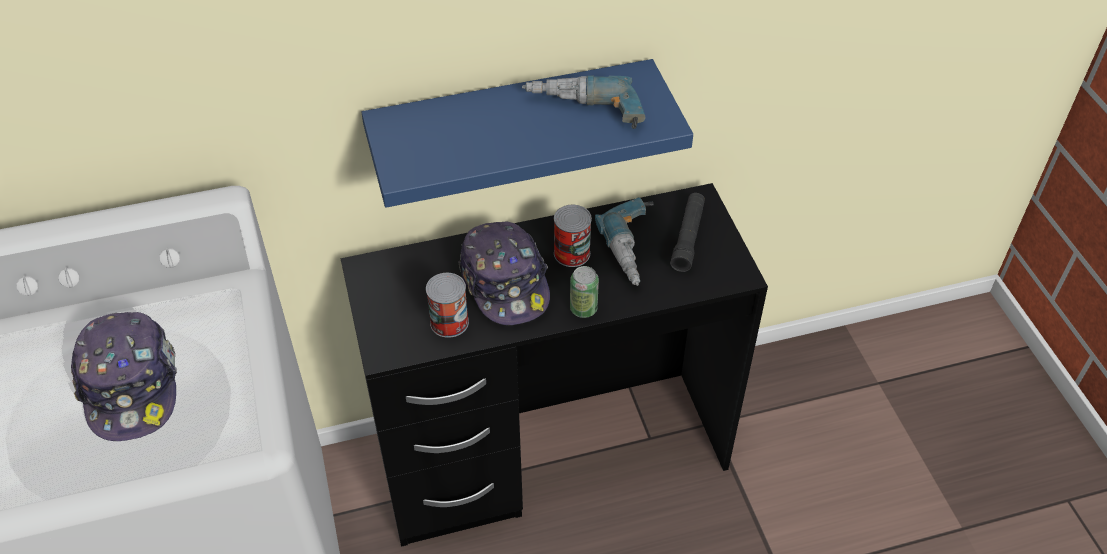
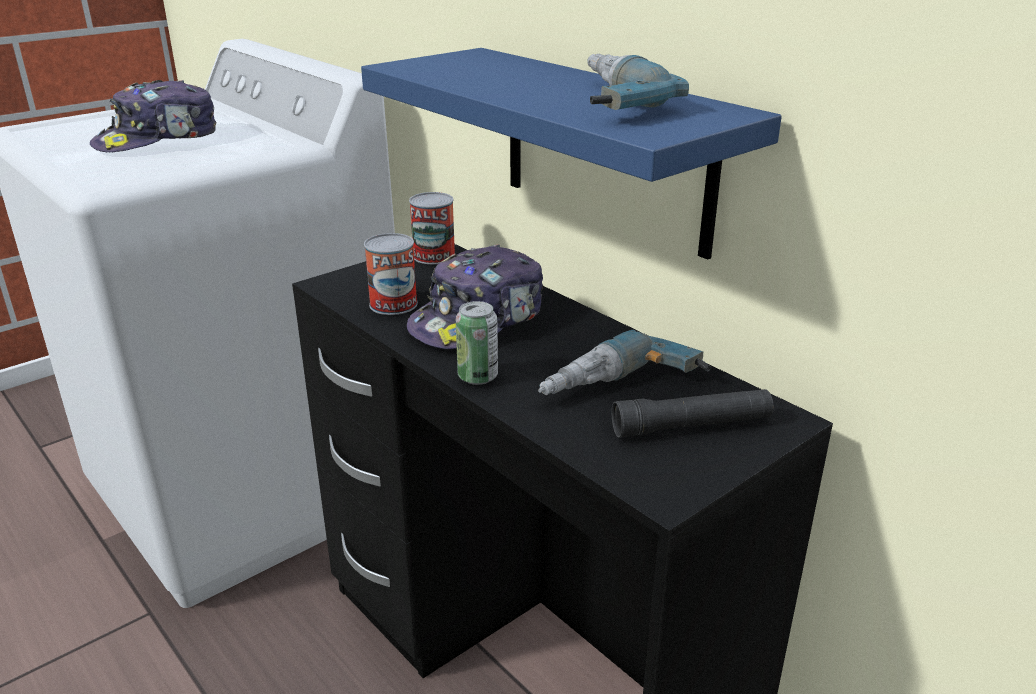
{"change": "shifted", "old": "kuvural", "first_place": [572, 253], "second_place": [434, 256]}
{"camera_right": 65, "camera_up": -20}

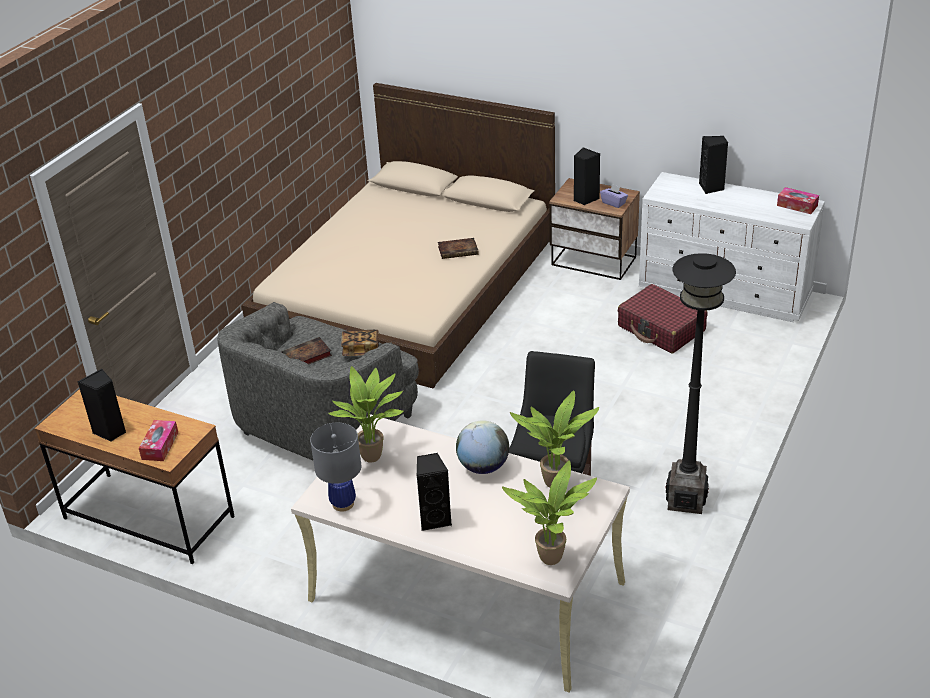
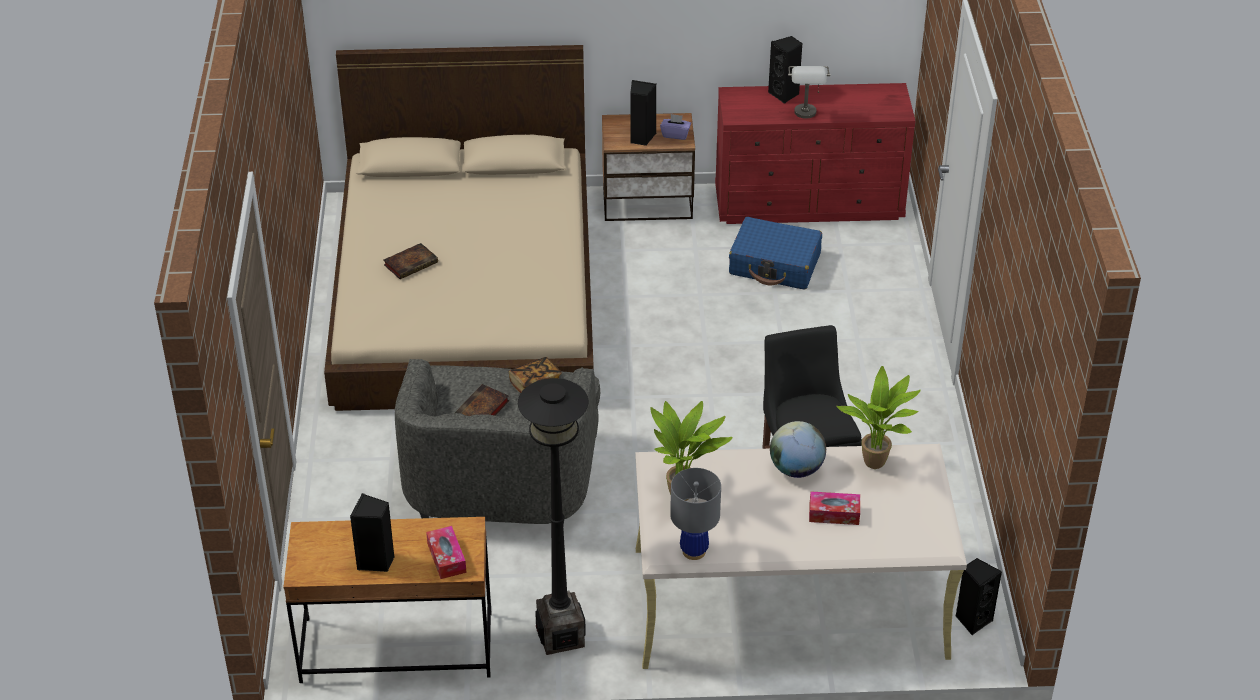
{"change": "shifted", "old": "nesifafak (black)", "first_place": [434, 519], "second_place": [972, 620]}
{"change": "shifted", "old": "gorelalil", "first_place": [459, 250], "second_place": [411, 263]}
{"change": "gone", "old": "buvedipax", "first_place": [552, 561]}
{"change": "repainted", "old": "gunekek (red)", "new": "gunekek (blue)", "first_place": [661, 329], "second_place": [775, 264]}
{"change": "repainted", "old": "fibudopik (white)", "new": "fibudopik (red)", "first_place": [725, 292], "second_place": [810, 203]}
{"change": "shifted", "old": "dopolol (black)", "first_place": [685, 500], "second_place": [560, 636]}
{"change": "shifted", "old": "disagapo", "first_place": [797, 205], "second_place": [834, 514]}
{"change": "new", "new": "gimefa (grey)", "second_place": [806, 116]}
{"camera_right": -30, "camera_up": 5}

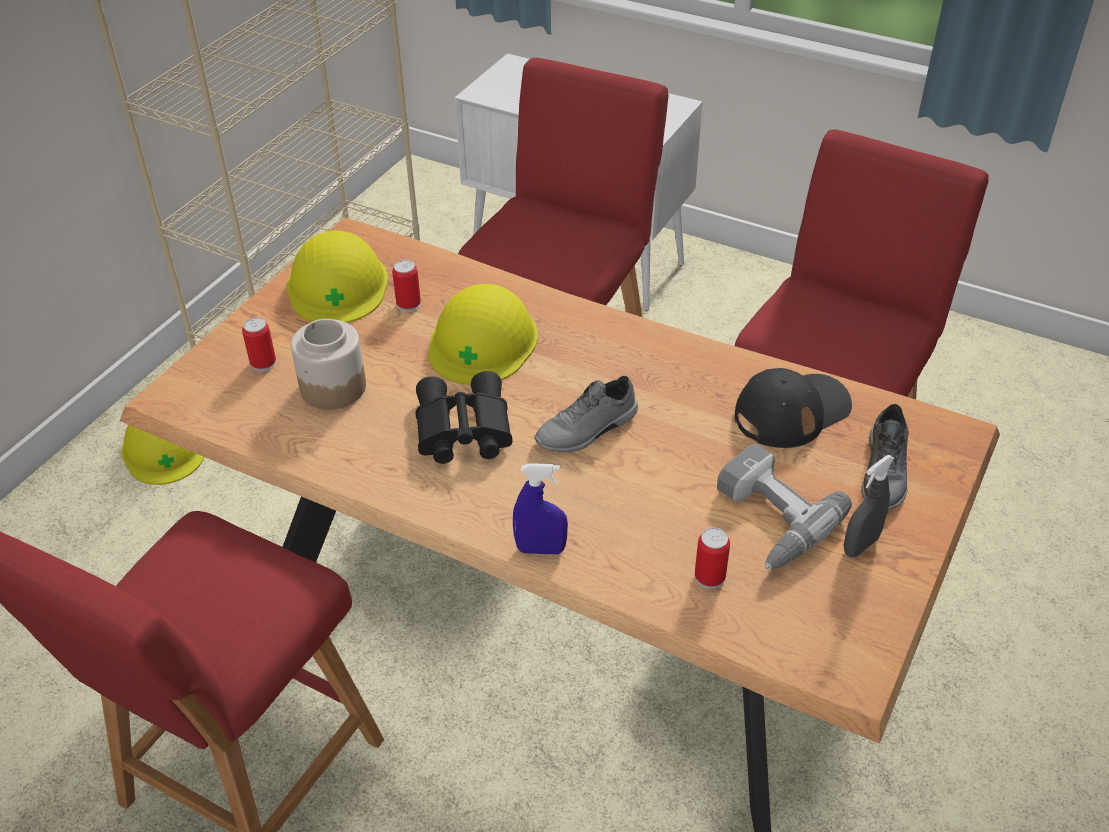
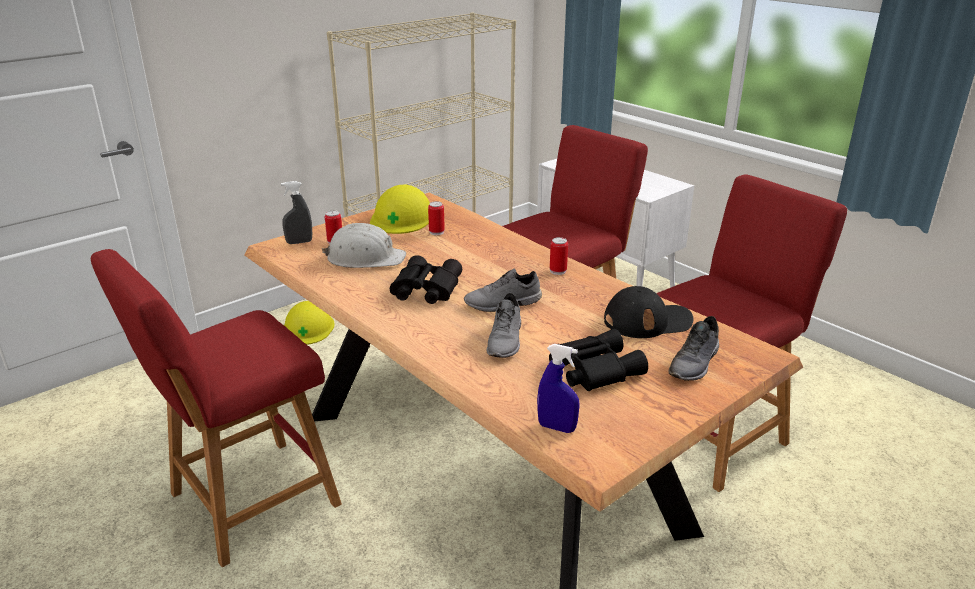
{"change": "swapped", "old": "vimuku", "new": "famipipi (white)", "first_place": [332, 387], "second_place": [365, 258]}
{"change": "gone", "old": "famipipi (yellow)", "first_place": [483, 341]}
{"change": "shifted", "old": "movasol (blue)", "first_place": [540, 549], "second_place": [556, 427]}
{"change": "shifted", "old": "kuvural", "first_place": [709, 577], "second_place": [558, 271]}
{"change": "swapped", "old": "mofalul", "new": "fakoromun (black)", "first_place": [767, 519], "second_place": [592, 369]}
{"change": "shifted", "old": "movasol (grey)", "first_place": [860, 545], "second_place": [299, 242]}
{"change": "new", "new": "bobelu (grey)", "second_place": [506, 340]}
{"camera_right": 20, "camera_up": -15}

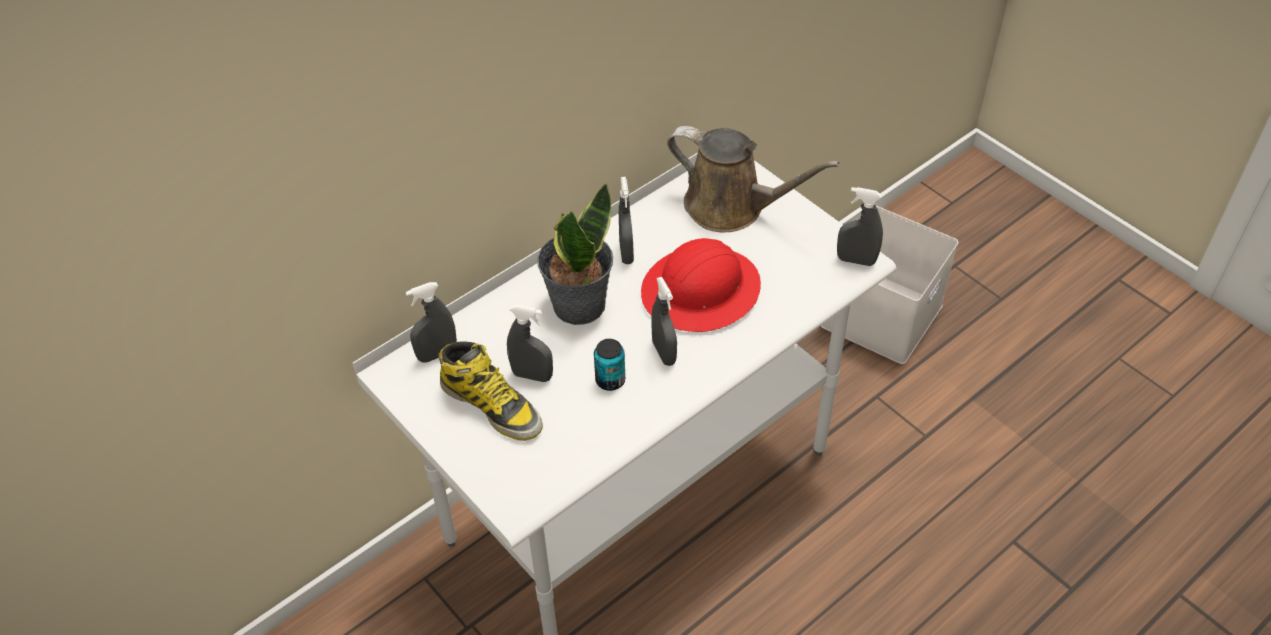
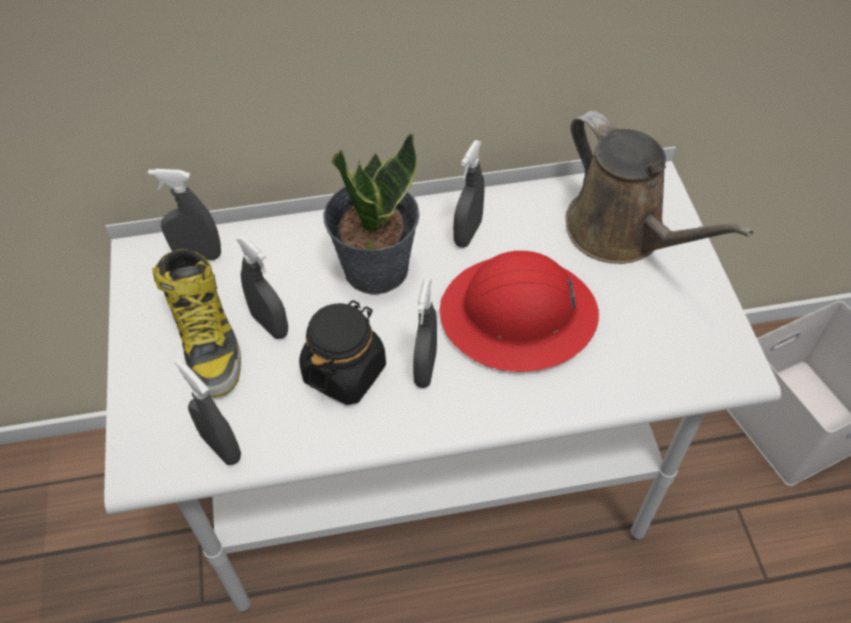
{"change": "swapped", "old": "kuvural", "new": "vimuku (black)", "first_place": [610, 380], "second_place": [344, 371]}
{"change": "shifted", "old": "movasol (grey)", "first_place": [856, 260], "second_place": [221, 447]}
{"camera_right": 30, "camera_up": 5}

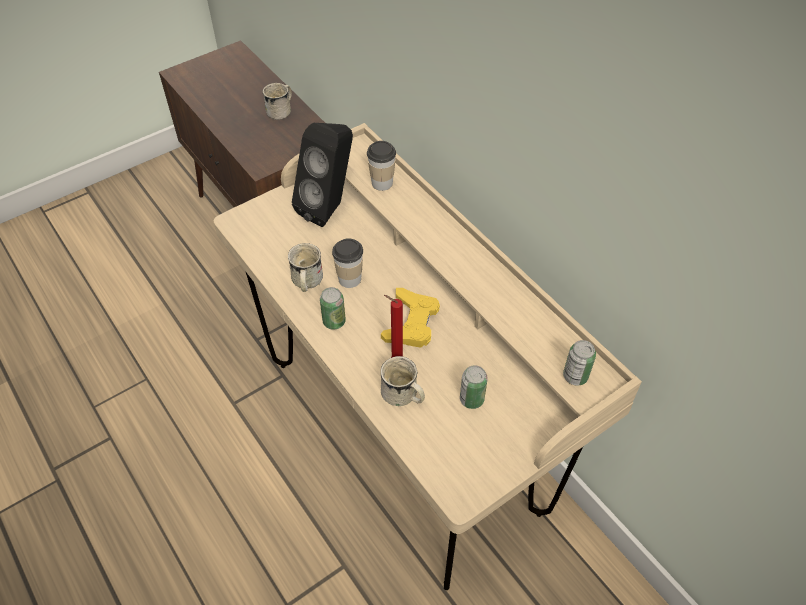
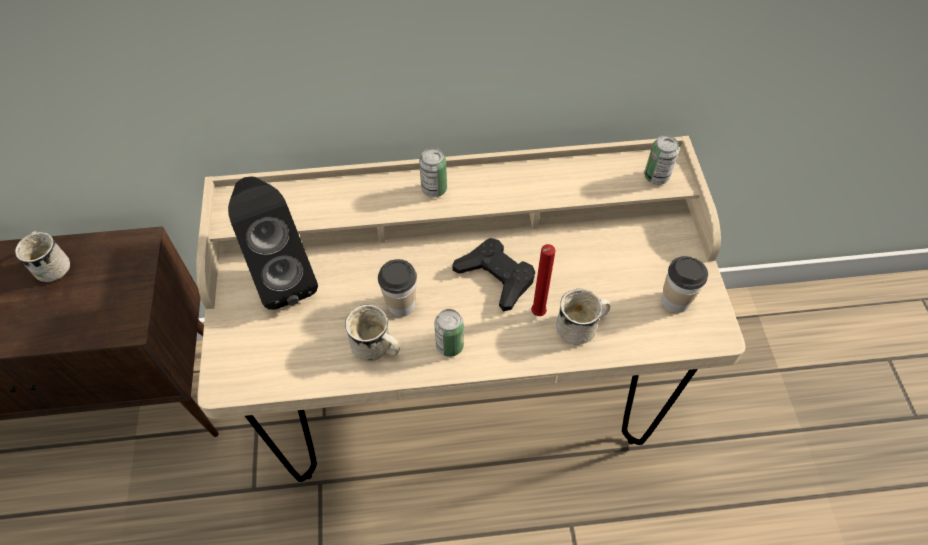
{"change": "shifted", "old": "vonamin", "first_place": [382, 183], "second_place": [675, 301]}
{"change": "repainted", "old": "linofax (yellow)", "new": "linofax (black)", "first_place": [411, 323], "second_place": [496, 277]}
{"change": "shifted", "old": "kuvural", "first_place": [471, 399], "second_place": [434, 189]}
{"camera_right": -60, "camera_up": 5}

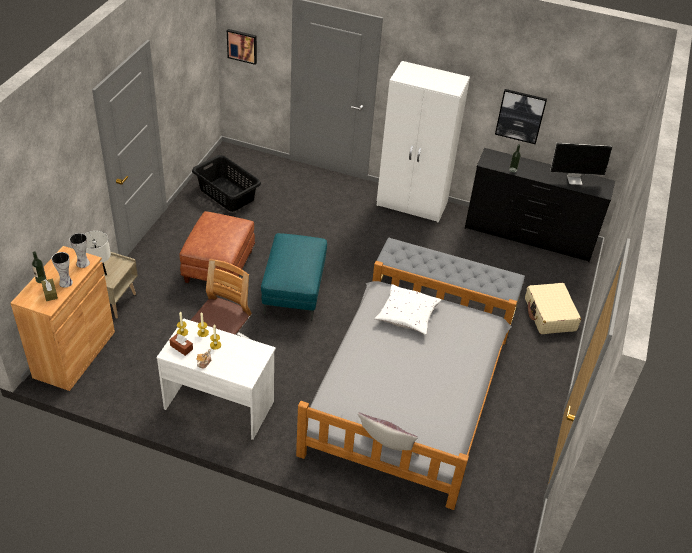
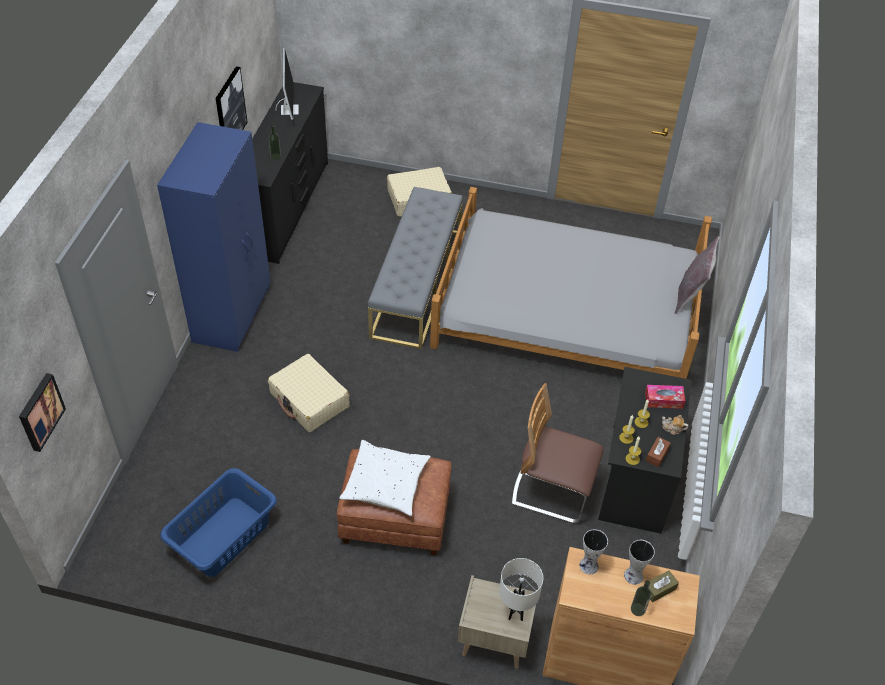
{"change": "repainted", "old": "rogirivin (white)", "new": "rogirivin (black)", "first_place": [219, 404], "second_place": [634, 478]}
{"change": "repainted", "old": "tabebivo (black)", "new": "tabebivo (blue)", "first_place": [227, 194], "second_place": [223, 536]}
{"change": "gone", "old": "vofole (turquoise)", "first_place": [295, 292]}
{"change": "shifted", "old": "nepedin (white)", "first_place": [407, 314], "second_place": [386, 483]}
{"change": "repainted", "old": "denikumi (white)", "new": "denikumi (blue)", "first_place": [412, 204], "second_place": [233, 314]}
{"change": "new", "new": "gunekek (beige)", "second_place": [309, 400]}
{"change": "new", "new": "disagapo", "second_place": [663, 400]}
{"camera_right": -95, "camera_up": 5}

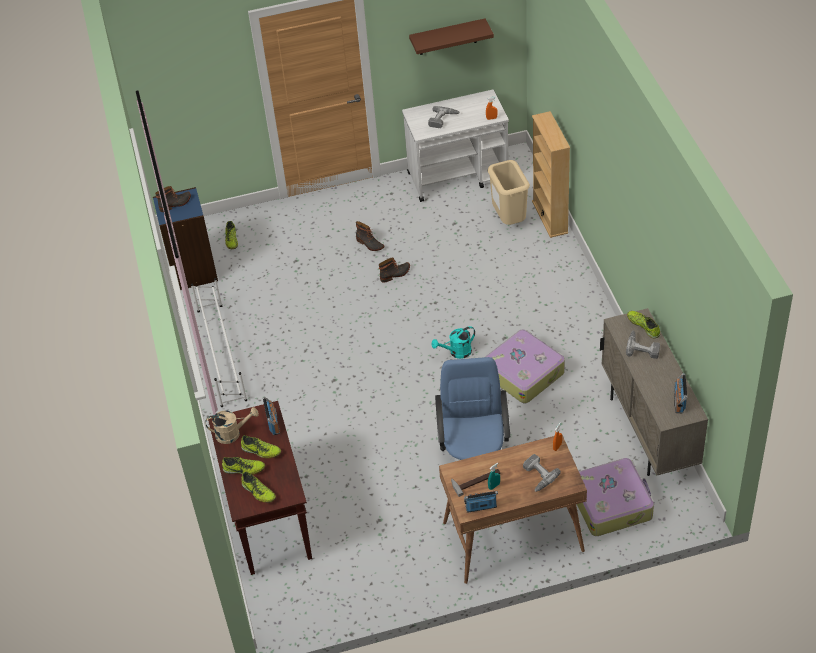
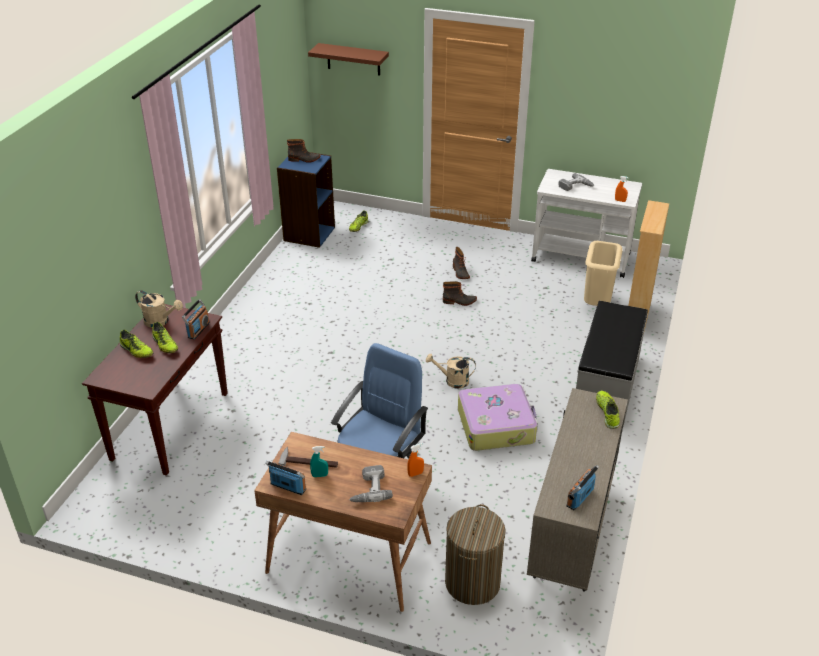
{"change": "gone", "old": "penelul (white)", "first_place": [221, 354]}
{"change": "gone", "old": "bobelu", "first_place": [258, 492]}
{"change": "shifted", "old": "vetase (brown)", "first_place": [447, 37], "second_place": [353, 59]}
{"change": "repainted", "old": "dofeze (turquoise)", "new": "dofeze (beige)", "first_place": [456, 352], "second_place": [452, 381]}
{"change": "swapped", "old": "gunekek", "new": "tabebivo", "first_place": [611, 503], "second_place": [472, 582]}
{"change": "gone", "old": "mofalul", "first_place": [643, 347]}
{"change": "new", "new": "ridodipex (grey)", "second_place": [607, 385]}
{"camera_right": 30, "camera_up": -10}

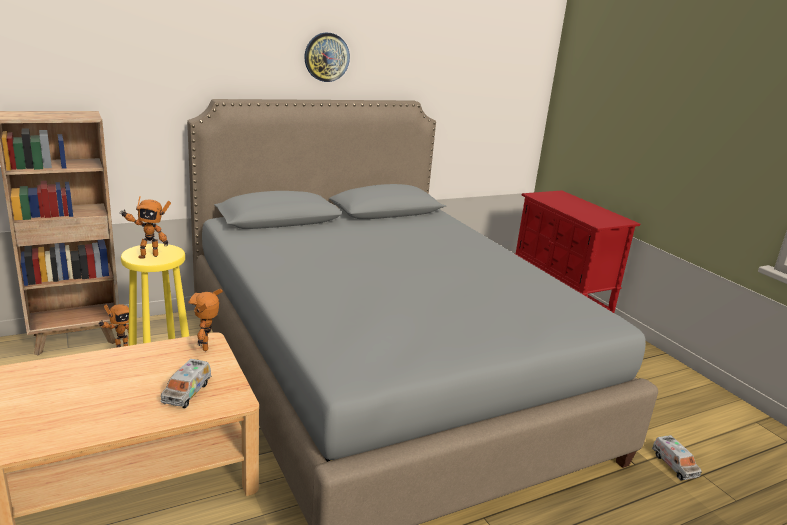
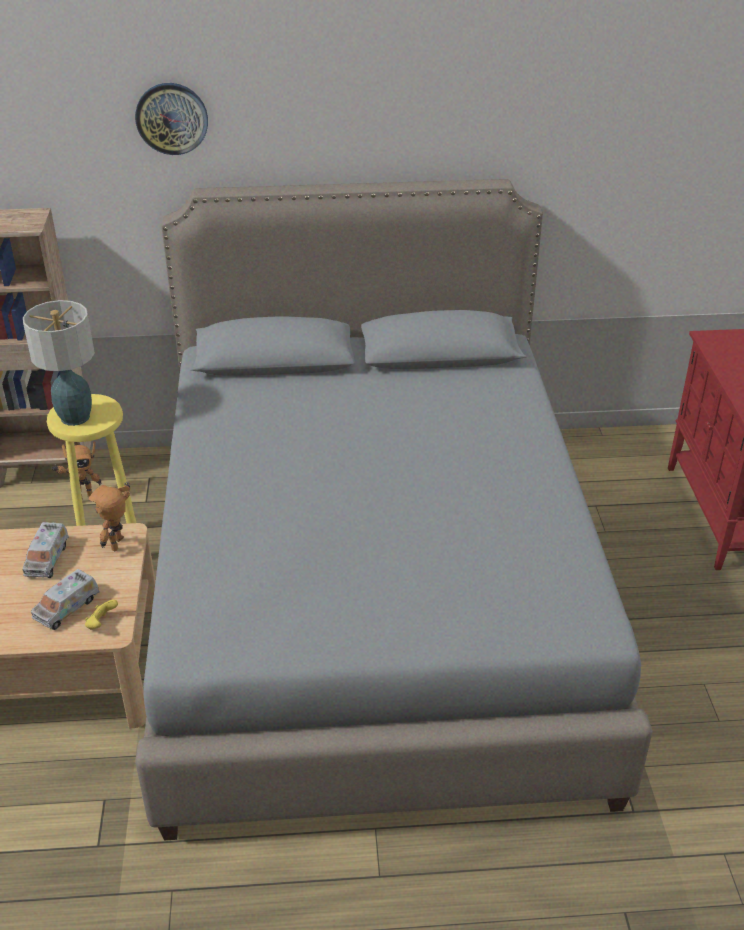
{"change": "swapped", "old": "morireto", "new": "gimefa", "first_place": [148, 256], "second_place": [76, 417]}
{"change": "shifted", "old": "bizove", "first_place": [326, 57], "second_place": [172, 118]}
{"change": "shifted", "old": "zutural", "first_place": [674, 465], "second_place": [47, 559]}
{"change": "new", "new": "linofax (yellow)", "second_place": [101, 623]}
{"camera_right": 25, "camera_up": 15}

